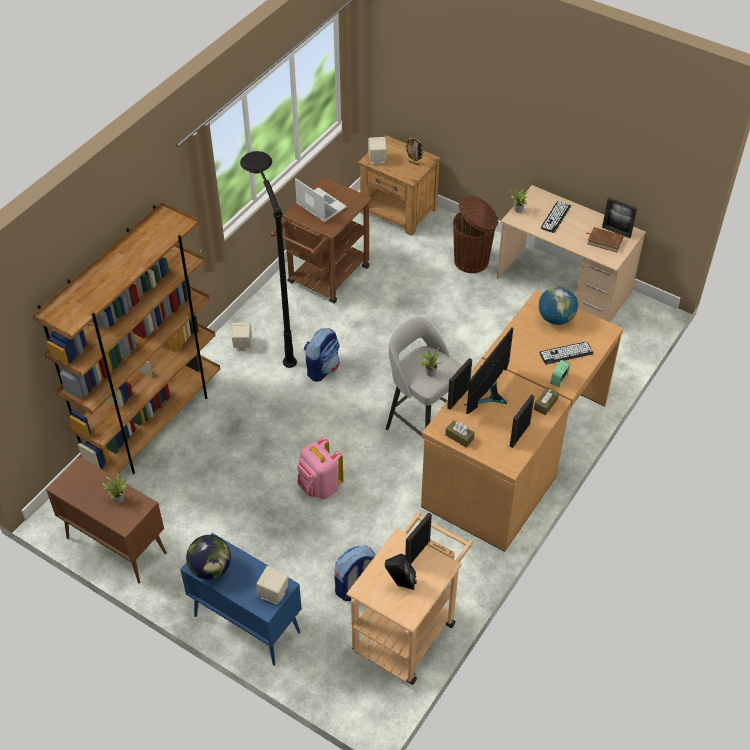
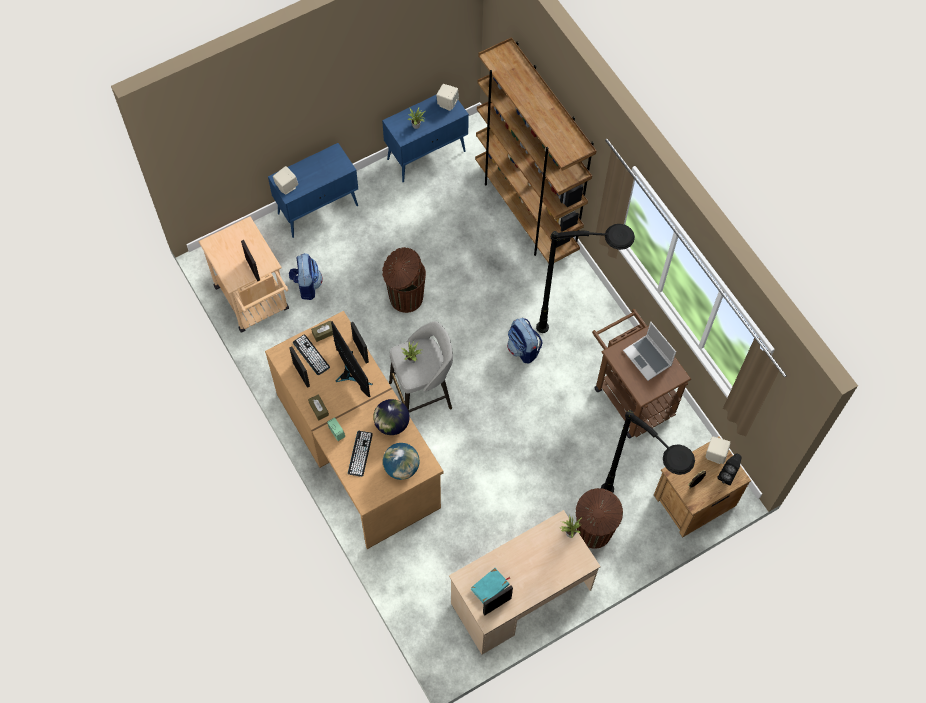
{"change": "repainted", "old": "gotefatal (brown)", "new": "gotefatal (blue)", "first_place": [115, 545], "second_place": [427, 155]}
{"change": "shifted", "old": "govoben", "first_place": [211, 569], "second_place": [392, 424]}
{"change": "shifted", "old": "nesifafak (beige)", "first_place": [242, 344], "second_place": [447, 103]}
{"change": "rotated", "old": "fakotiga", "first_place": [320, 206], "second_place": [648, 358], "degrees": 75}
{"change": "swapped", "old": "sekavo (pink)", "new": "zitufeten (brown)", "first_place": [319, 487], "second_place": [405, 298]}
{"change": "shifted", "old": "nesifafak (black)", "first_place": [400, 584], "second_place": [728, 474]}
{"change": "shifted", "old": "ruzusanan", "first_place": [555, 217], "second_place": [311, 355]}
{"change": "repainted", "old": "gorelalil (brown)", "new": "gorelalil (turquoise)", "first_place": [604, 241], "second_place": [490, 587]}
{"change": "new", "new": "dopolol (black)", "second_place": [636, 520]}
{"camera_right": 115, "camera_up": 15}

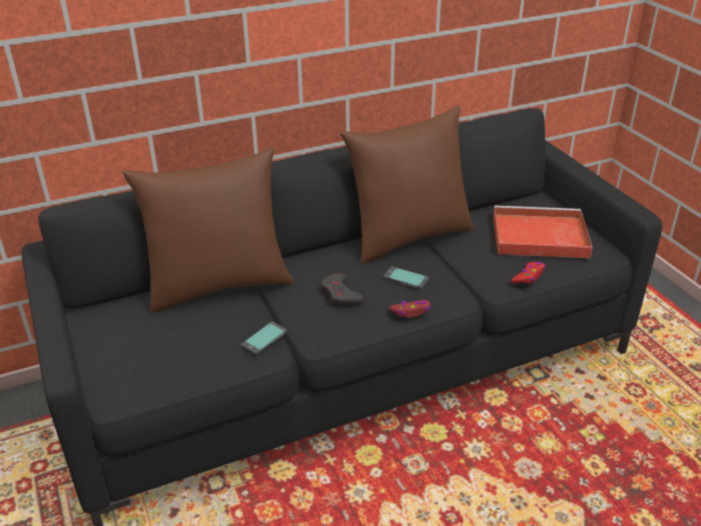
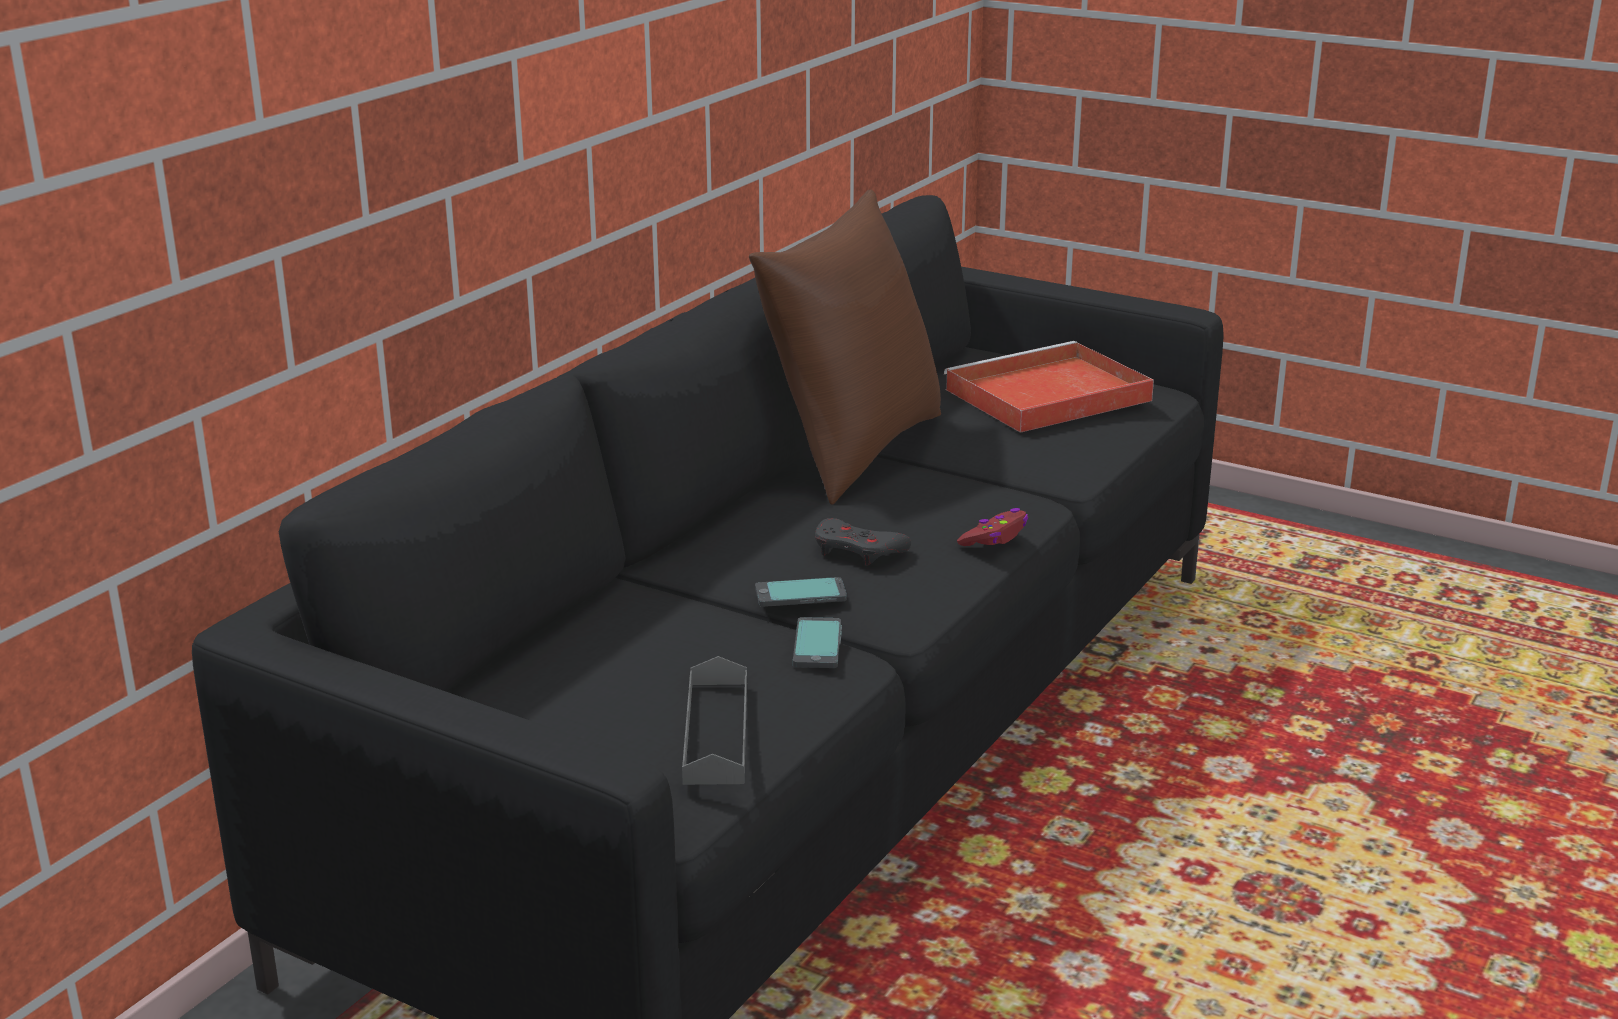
{"change": "gone", "old": "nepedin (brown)", "first_place": [219, 285]}
{"change": "shifted", "old": "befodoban", "first_place": [405, 279], "second_place": [800, 594]}
{"change": "gone", "old": "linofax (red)", "first_place": [528, 277]}
{"change": "new", "new": "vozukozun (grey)", "second_place": [716, 731]}
{"camera_right": -35, "camera_up": -10}

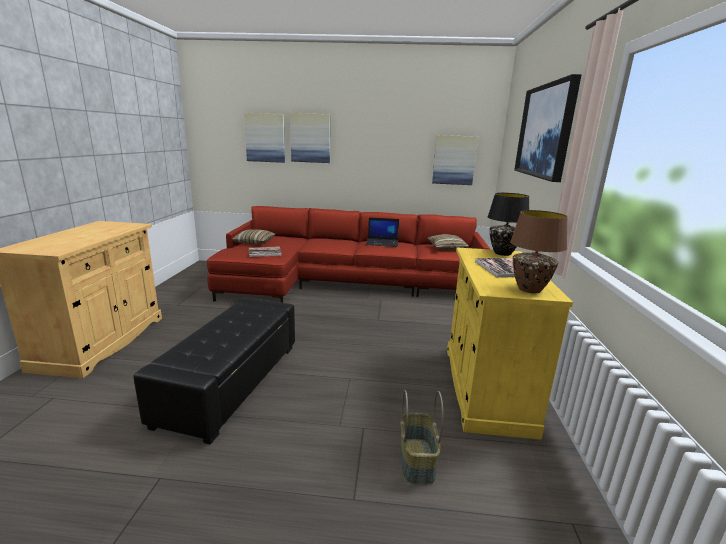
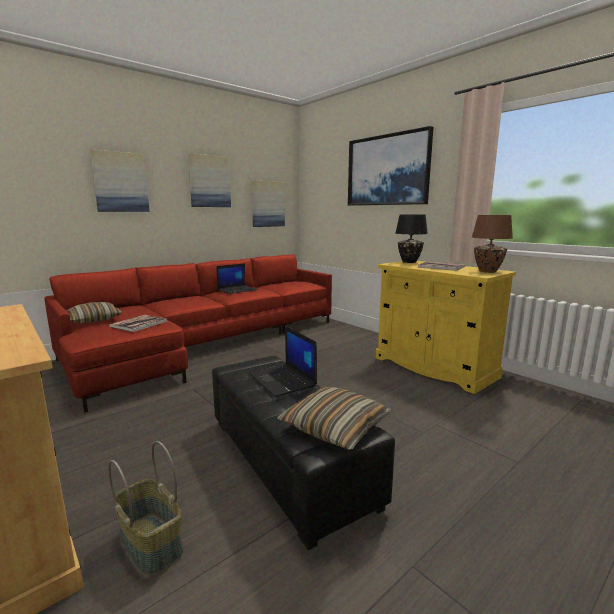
{"change": "shifted", "old": "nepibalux", "first_place": [265, 138], "second_place": [209, 181]}
{"change": "shifted", "old": "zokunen", "first_place": [418, 461], "second_place": [152, 542]}
{"change": "shifted", "old": "nepedin", "first_place": [446, 247], "second_place": [335, 427]}
{"change": "new", "new": "fakotiga", "second_place": [283, 380]}
{"camera_right": -45, "camera_up": -5}

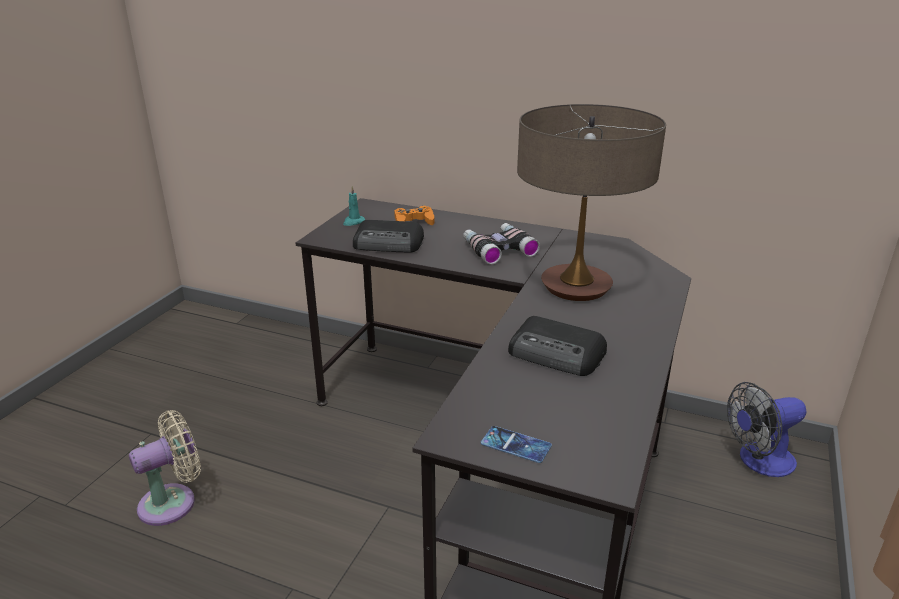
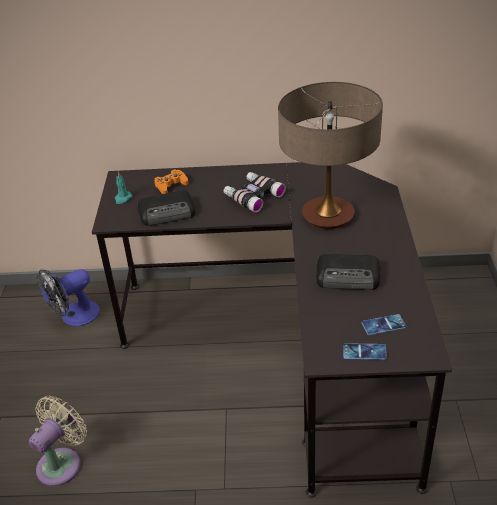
{"change": "shifted", "old": "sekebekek", "first_place": [758, 461], "second_place": [74, 317]}
{"change": "new", "new": "befodoban", "second_place": [383, 325]}
{"camera_right": -20, "camera_up": 10}

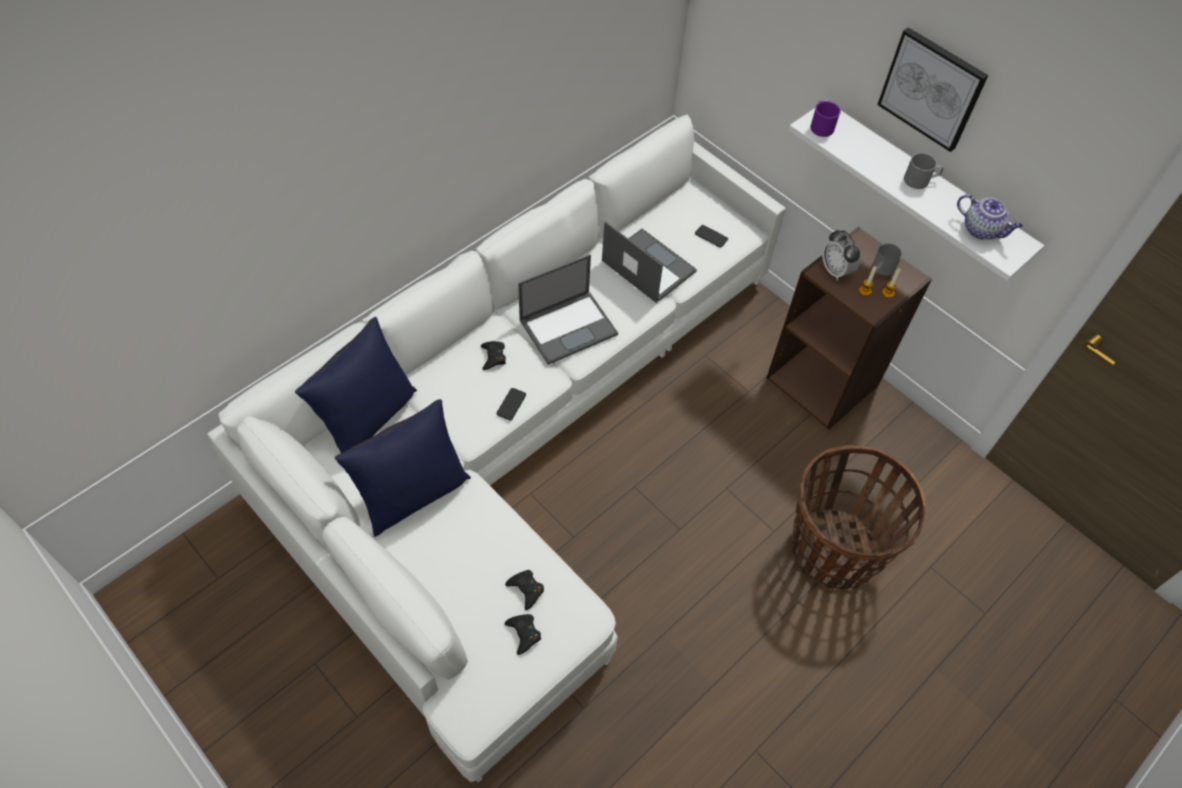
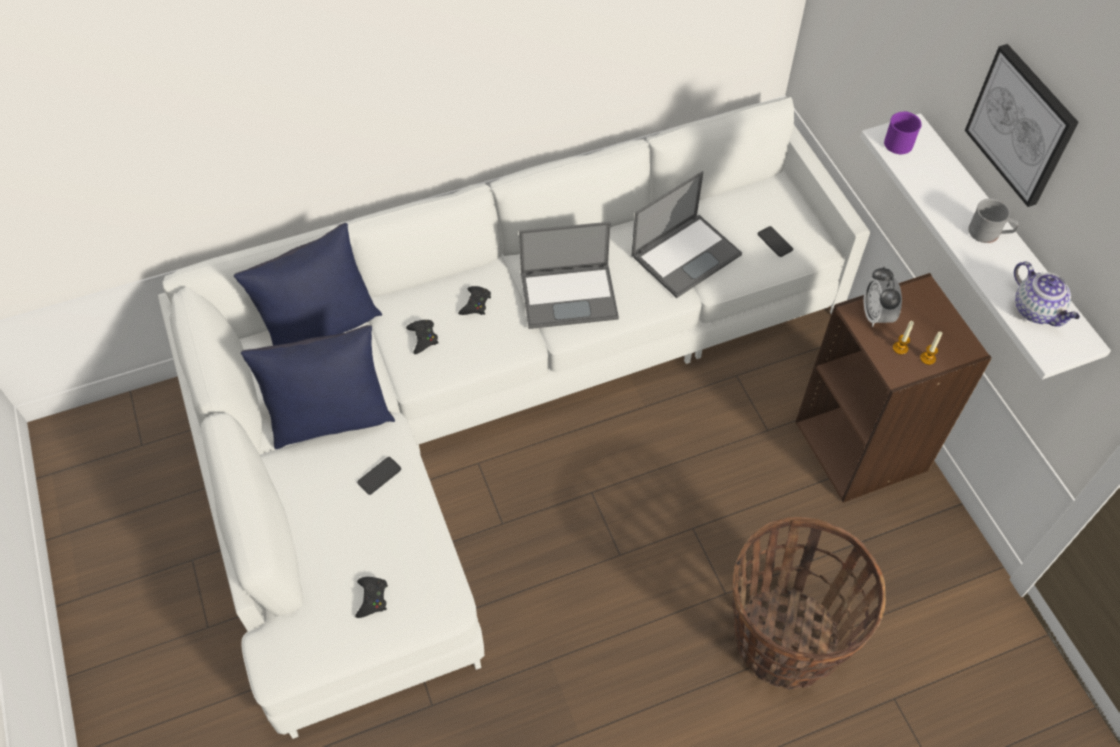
{"change": "shifted", "old": "befodoban", "first_place": [511, 404], "second_place": [379, 476]}
{"change": "shifted", "old": "linofax (black)", "first_place": [526, 590], "second_place": [423, 338]}
{"change": "rotated", "old": "fakotiga", "first_place": [647, 266], "second_place": [686, 254], "degrees": 75}
{"change": "gone", "old": "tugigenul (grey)", "first_place": [881, 269]}
{"camera_right": 25, "camera_up": 0}

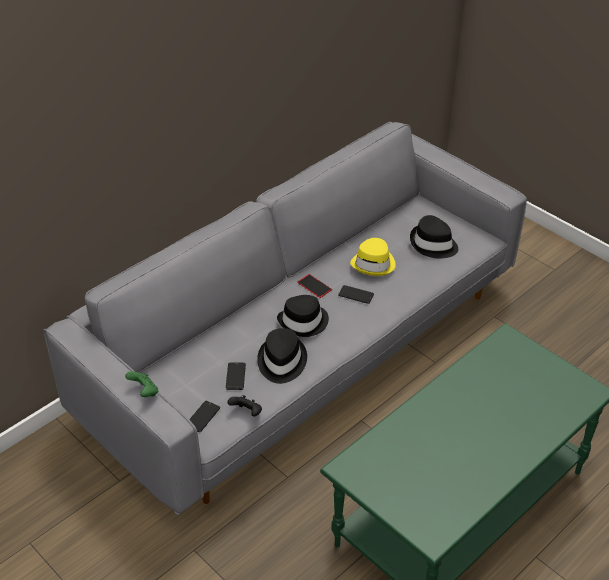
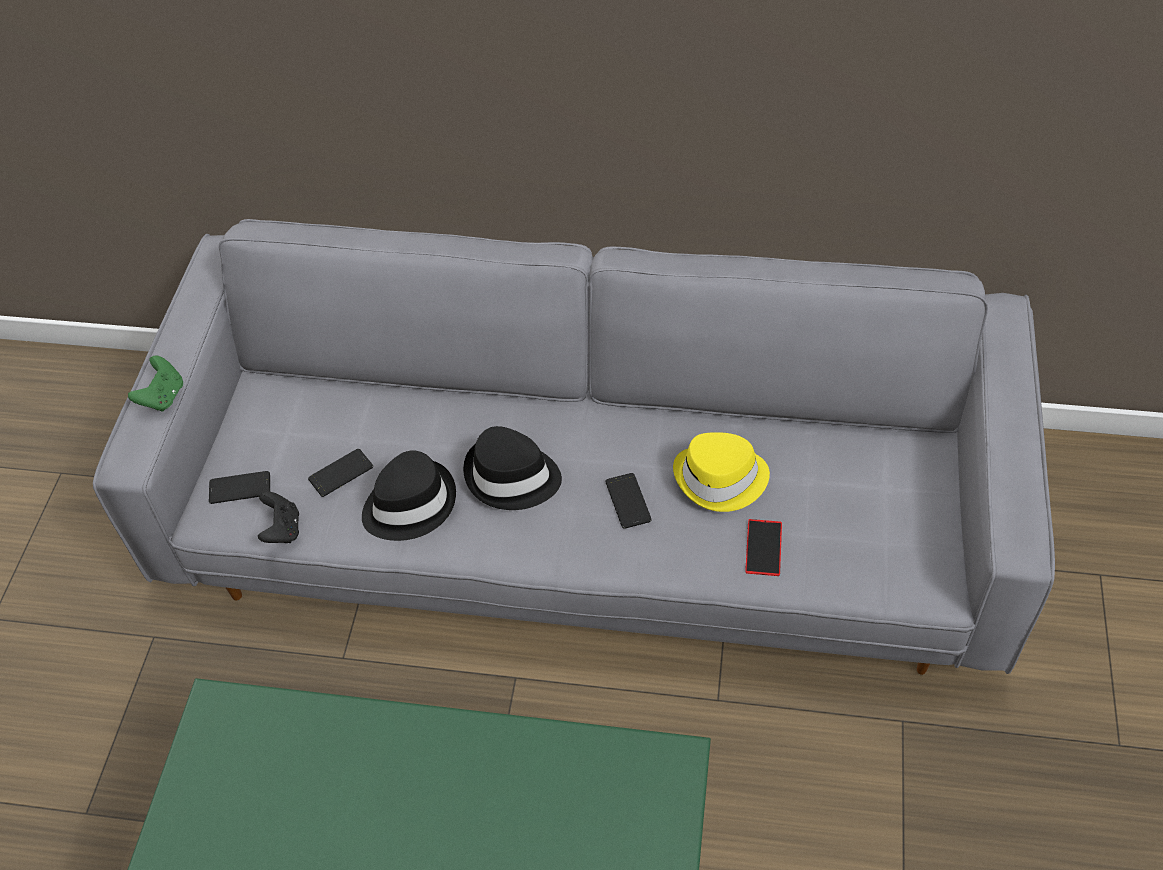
{"change": "shifted", "old": "befodoban", "first_place": [314, 286], "second_place": [763, 547]}
{"change": "gone", "old": "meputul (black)", "first_place": [433, 244]}
{"camera_right": 55, "camera_up": 10}

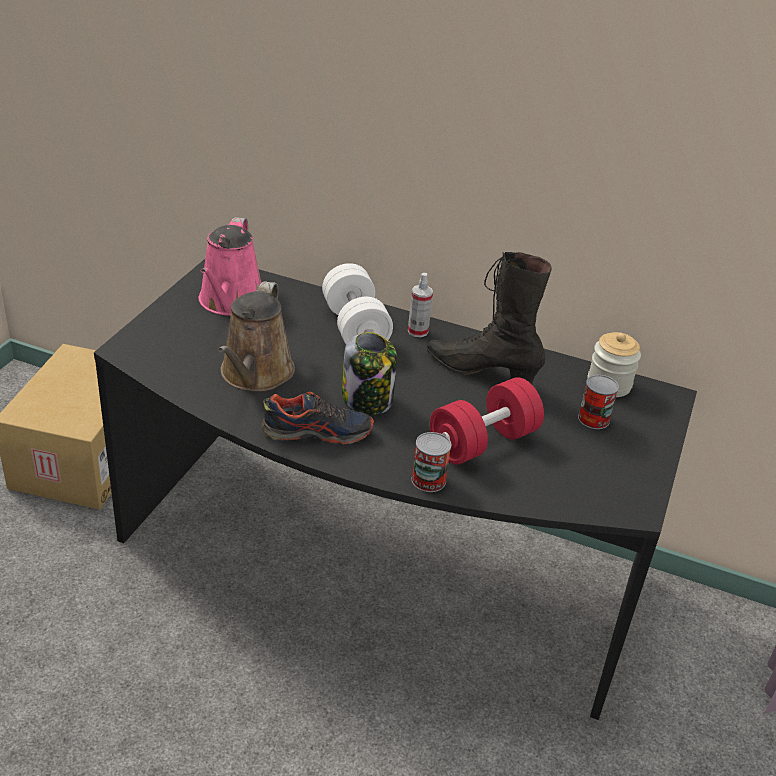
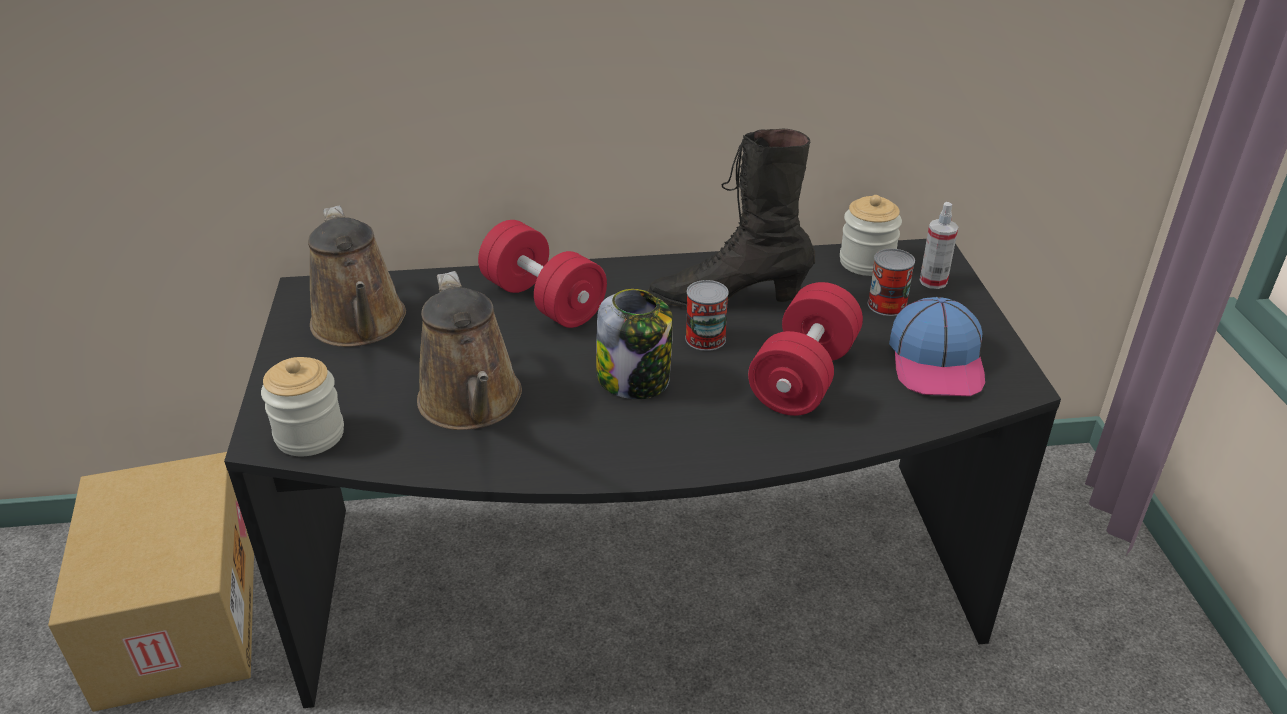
{"change": "repainted", "old": "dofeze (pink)", "new": "dofeze (brown)", "first_place": [230, 302], "second_place": [360, 325]}
{"change": "gone", "old": "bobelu", "first_place": [317, 432]}
{"change": "repainted", "old": "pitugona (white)", "new": "pitugona (red)", "first_place": [355, 328], "second_place": [543, 301]}
{"change": "shifted", "old": "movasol", "first_place": [418, 331], "second_place": [933, 281]}
{"change": "shifted", "old": "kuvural", "first_place": [428, 480], "second_place": [705, 338]}
{"change": "new", "new": "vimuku", "second_place": [310, 435]}
{"change": "new", "new": "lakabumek", "second_place": [937, 361]}
{"camera_right": -25, "camera_up": 0}

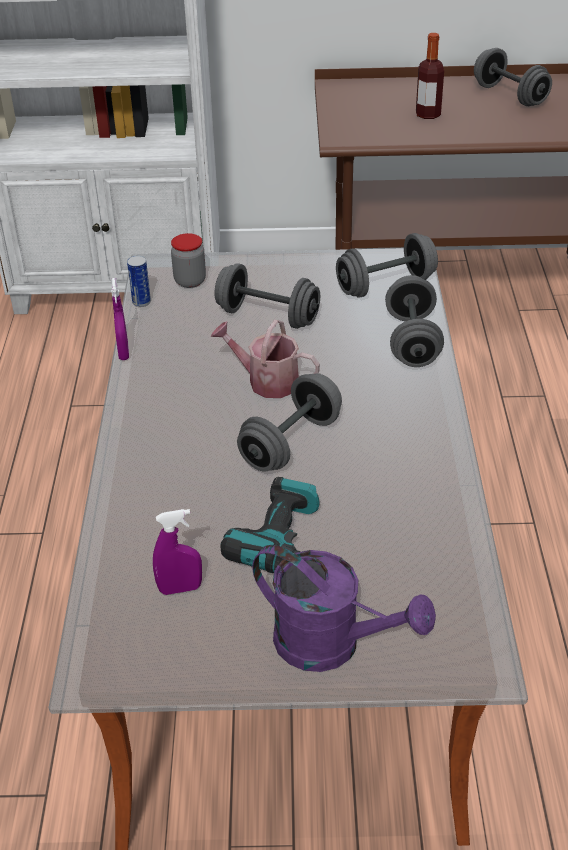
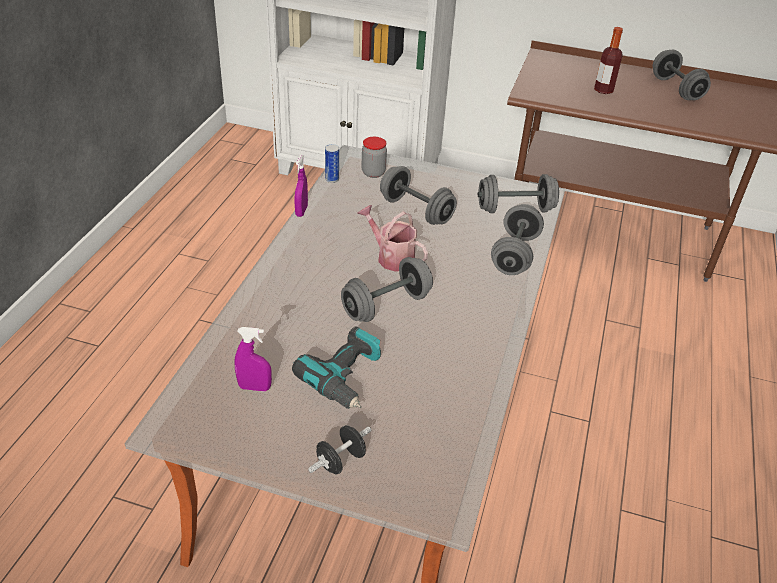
{"change": "swapped", "old": "dofeze (purple)", "new": "pitugona (black)", "first_place": [332, 645], "second_place": [340, 461]}
{"camera_right": 15, "camera_up": 0}

